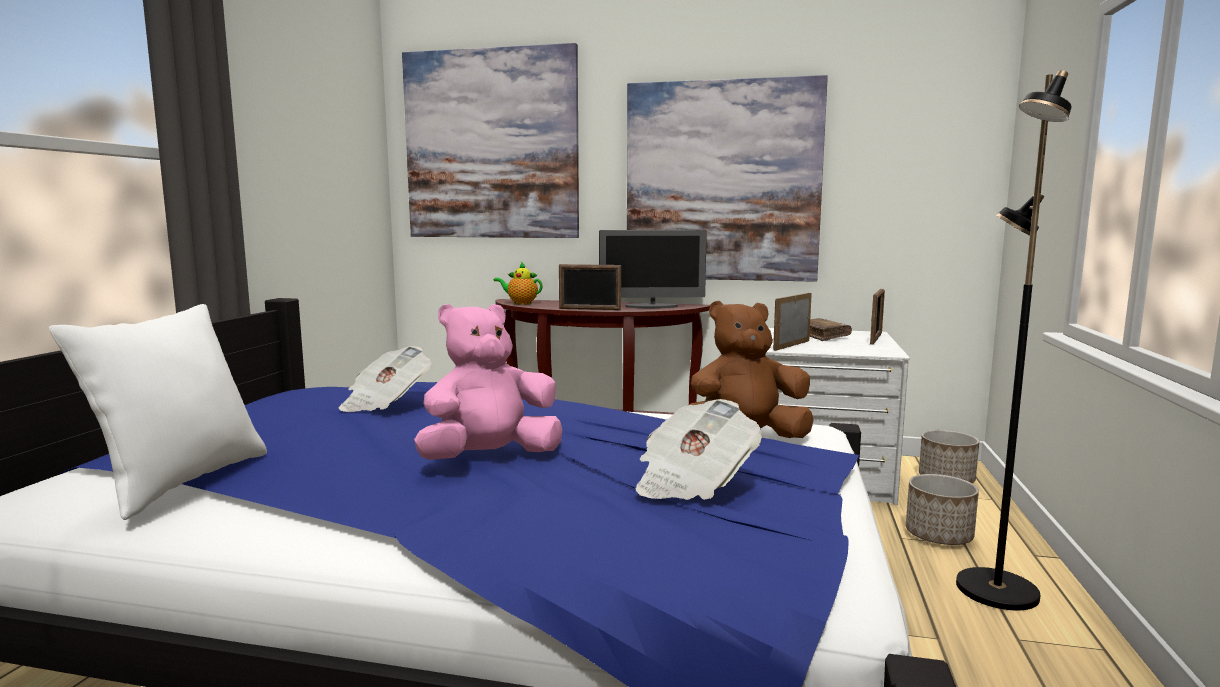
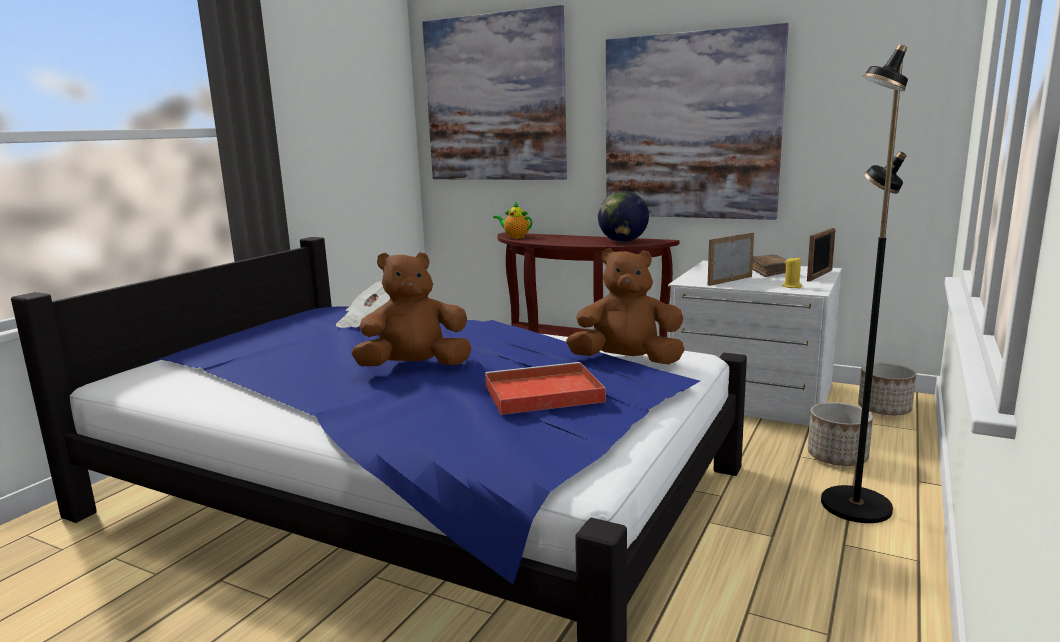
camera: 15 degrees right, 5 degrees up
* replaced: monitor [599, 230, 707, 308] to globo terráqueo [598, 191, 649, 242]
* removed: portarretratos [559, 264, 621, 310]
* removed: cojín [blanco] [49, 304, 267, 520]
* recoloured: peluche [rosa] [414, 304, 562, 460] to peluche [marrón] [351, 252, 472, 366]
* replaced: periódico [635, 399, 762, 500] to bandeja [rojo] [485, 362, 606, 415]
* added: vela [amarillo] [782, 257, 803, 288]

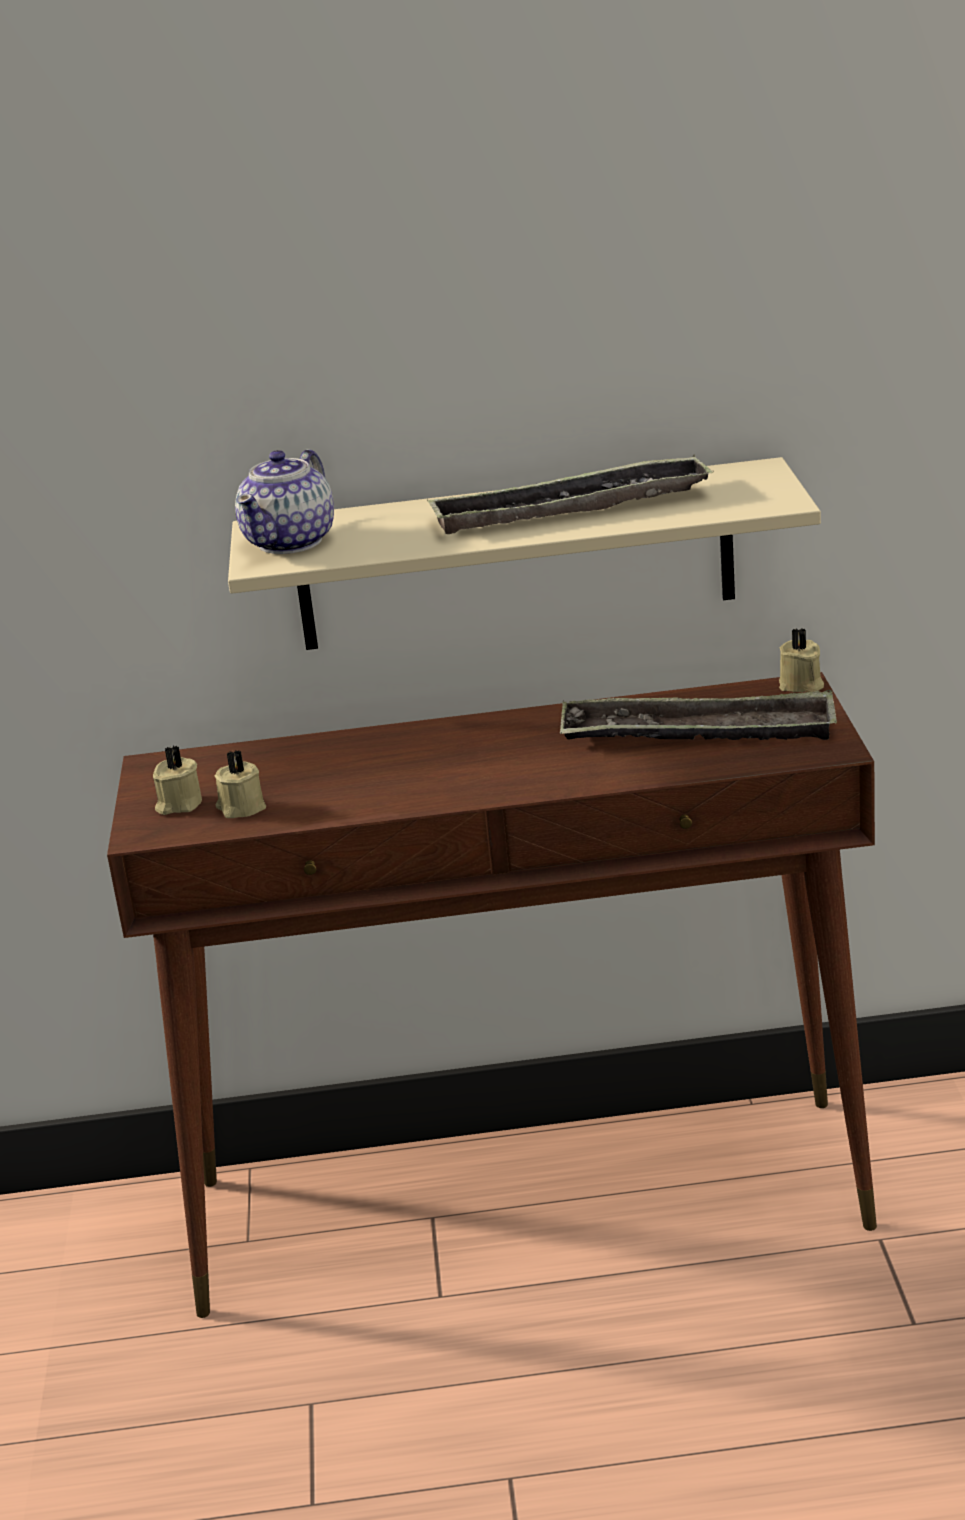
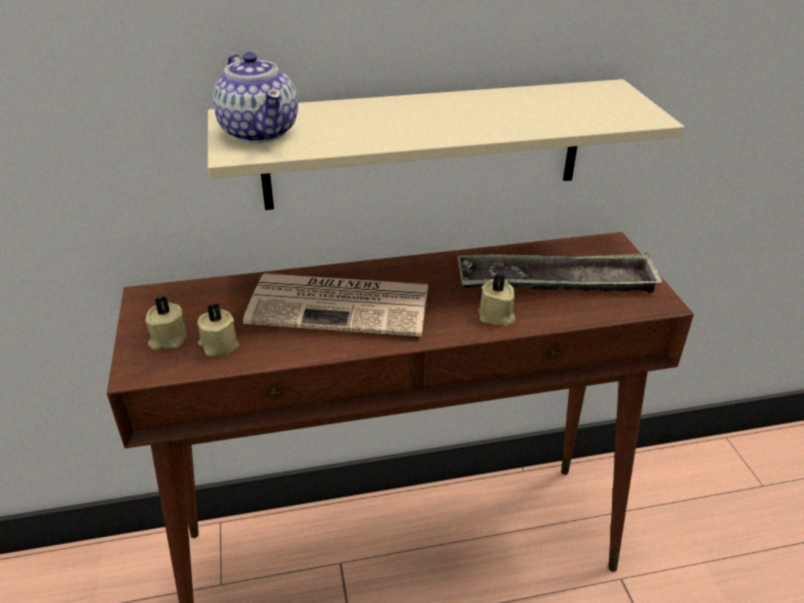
camera: 10 degrees left, 10 degrees up
* turned: tetera [235, 449, 334, 554] = [213, 52, 298, 143] 45 degrees counterclockwise
* removed: bandeja [427, 455, 714, 534]
* moved: vela [beis] [779, 628, 824, 692] to [478, 274, 515, 326]
* added: periódico [243, 274, 428, 337]

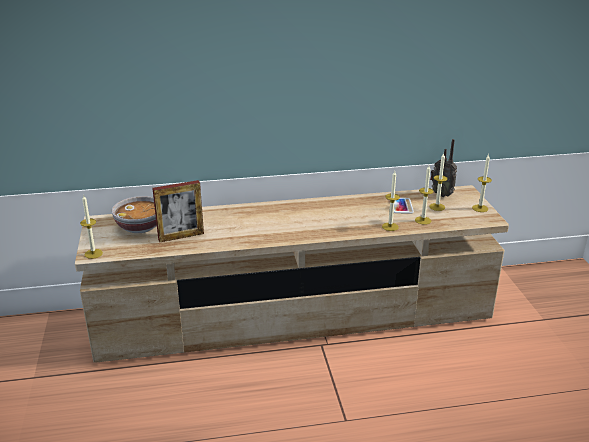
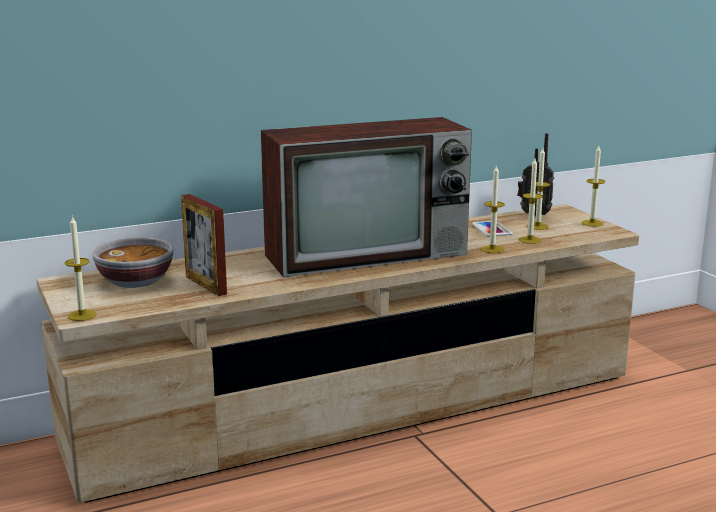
camera: 15 degrees left, 10 degrees down
* turned: portarretratos [152, 180, 204, 242] = [181, 194, 227, 296] 90 degrees clockwise
* added: televisor [261, 117, 472, 277]

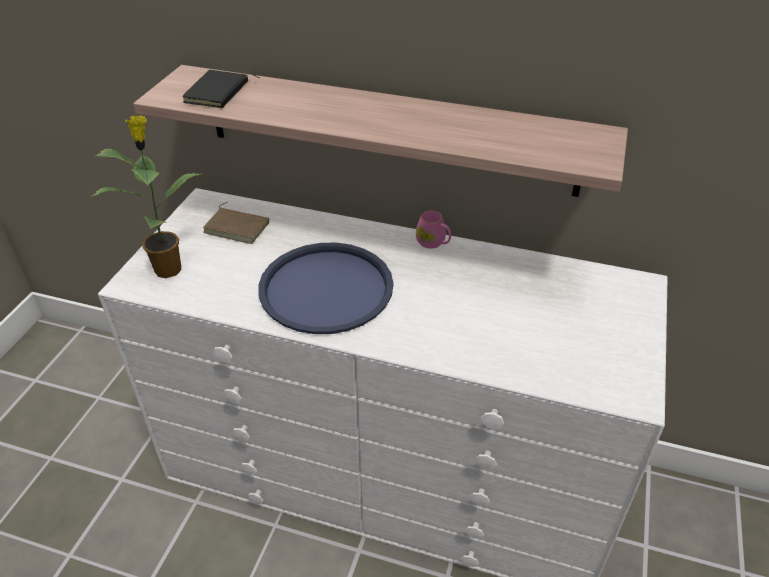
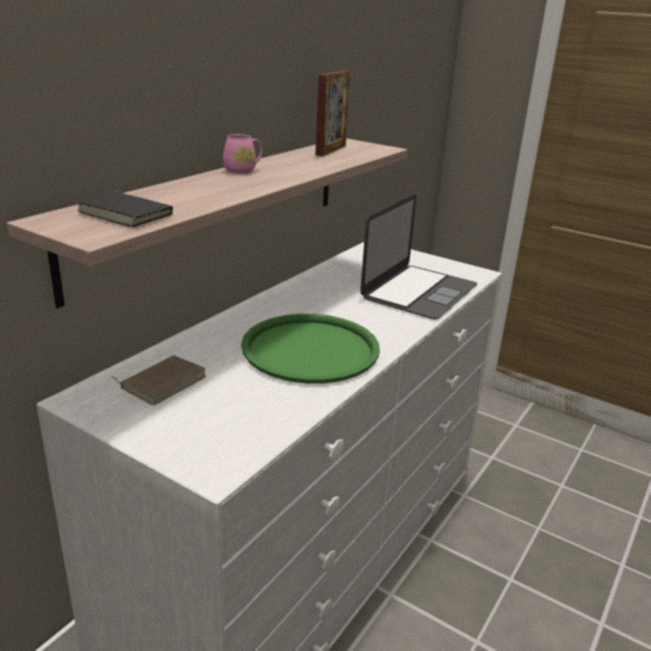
camera: 75 degrees left, 15 degrees down
* removed: planta en maceta [90, 115, 204, 278]
* moved: taza grande [rosa] [416, 210, 451, 249] to [223, 134, 262, 174]
* recoloured: bandeja [azul] [258, 243, 393, 334] to bandeja [verde] [241, 314, 380, 384]
* added: portarretratos [315, 70, 350, 156]
* added: portátil [360, 194, 477, 320]

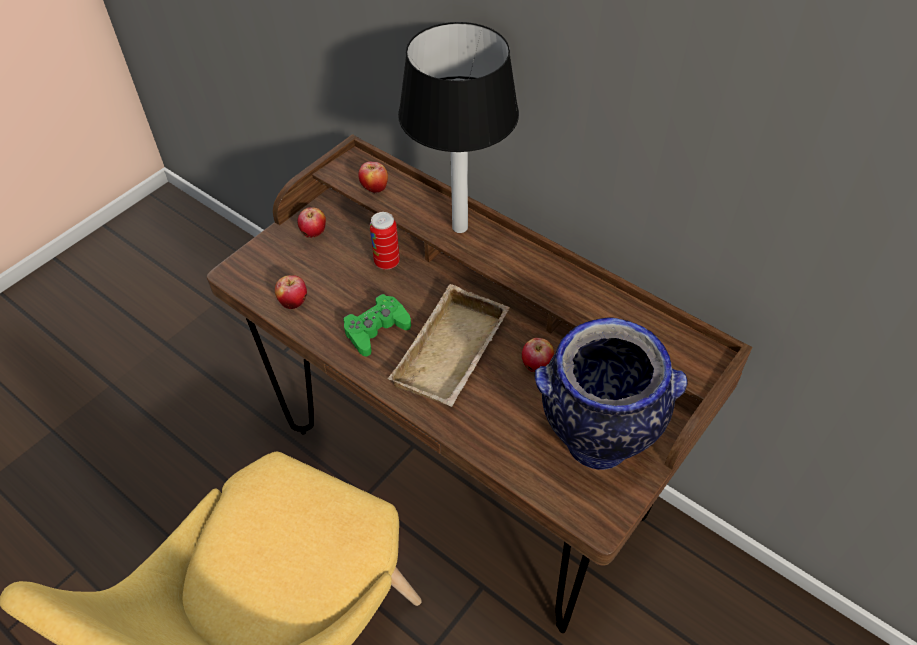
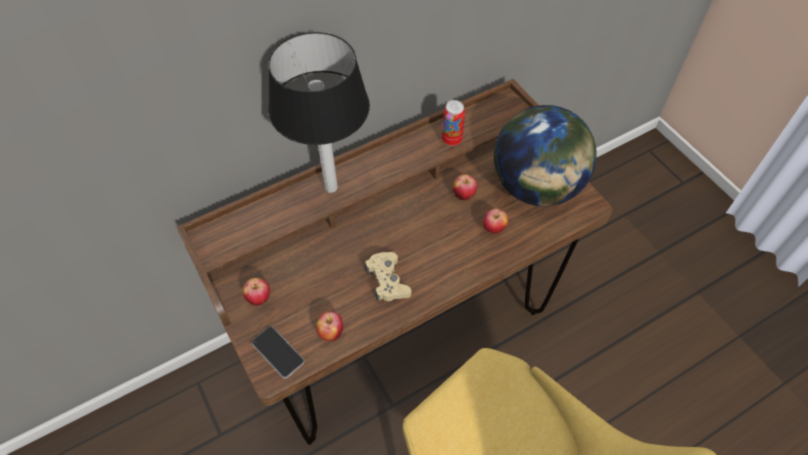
camera: 70 degrees left, 5 degrees up
* moved: manzana [358, 162, 388, 193] to [483, 208, 509, 234]
* moved: lata [369, 212, 400, 270] to [442, 100, 465, 146]
* removed: bandeja [beis] [388, 284, 510, 407]
* recoloured: mando de consola [verde] [343, 294, 411, 356] to mando de consola [beis] [365, 252, 412, 302]
* replaced: florero [534, 318, 688, 470] to globo terráqueo [494, 105, 597, 206]
* added: móvil [251, 326, 305, 379]

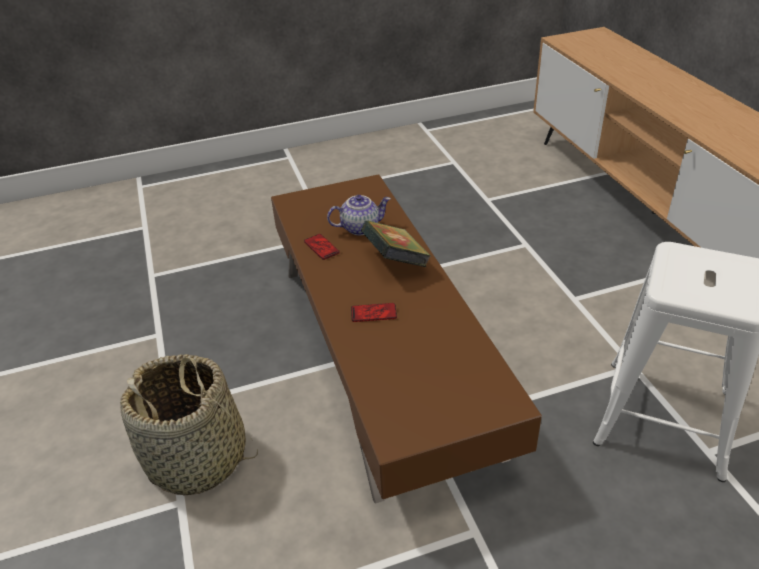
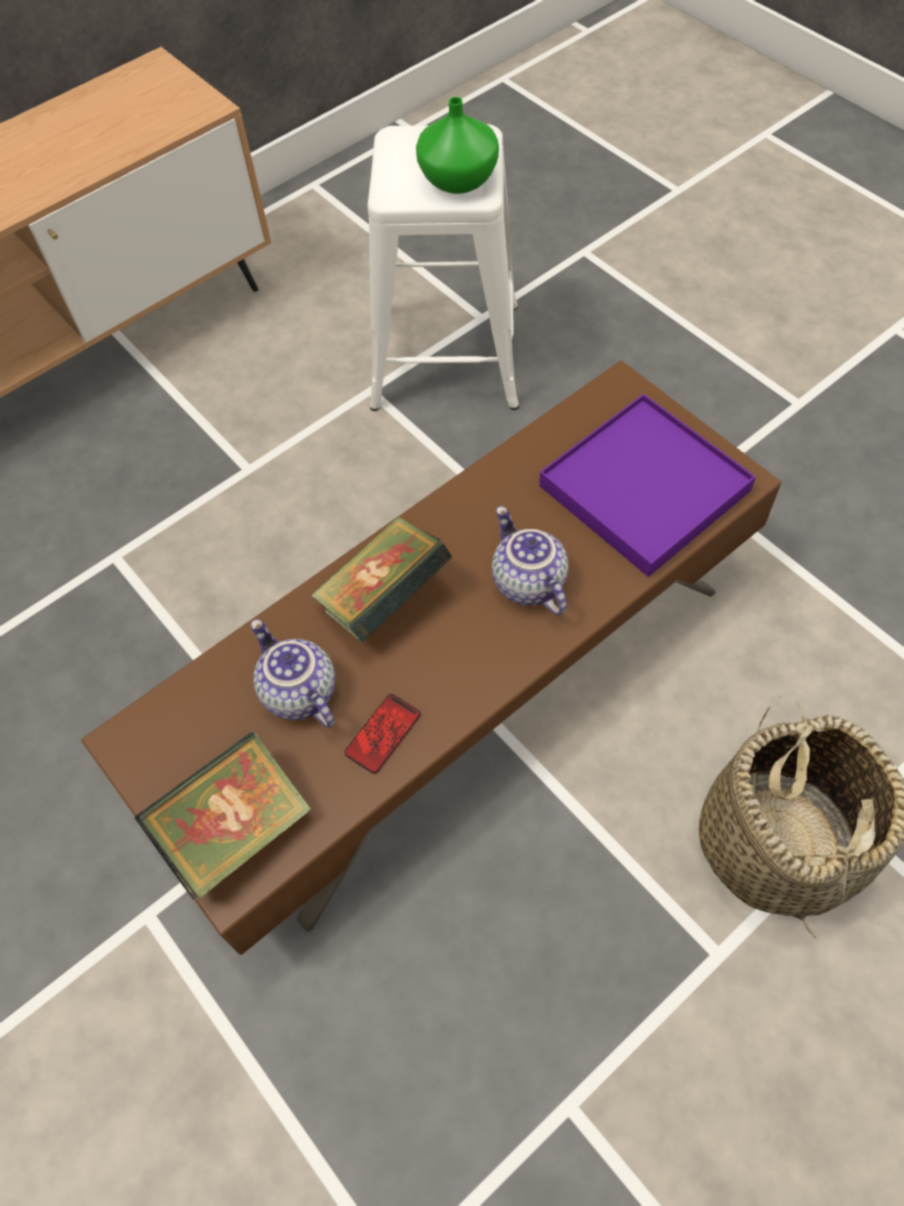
camera: 110 degrees left, 20 degrees up
* replaced: móvil [351, 303, 397, 322] to tetera [492, 506, 569, 615]
* added: florero [verde] [416, 97, 499, 194]
* added: bandeja [morado] [539, 394, 756, 577]
* added: libro [134, 732, 311, 900]

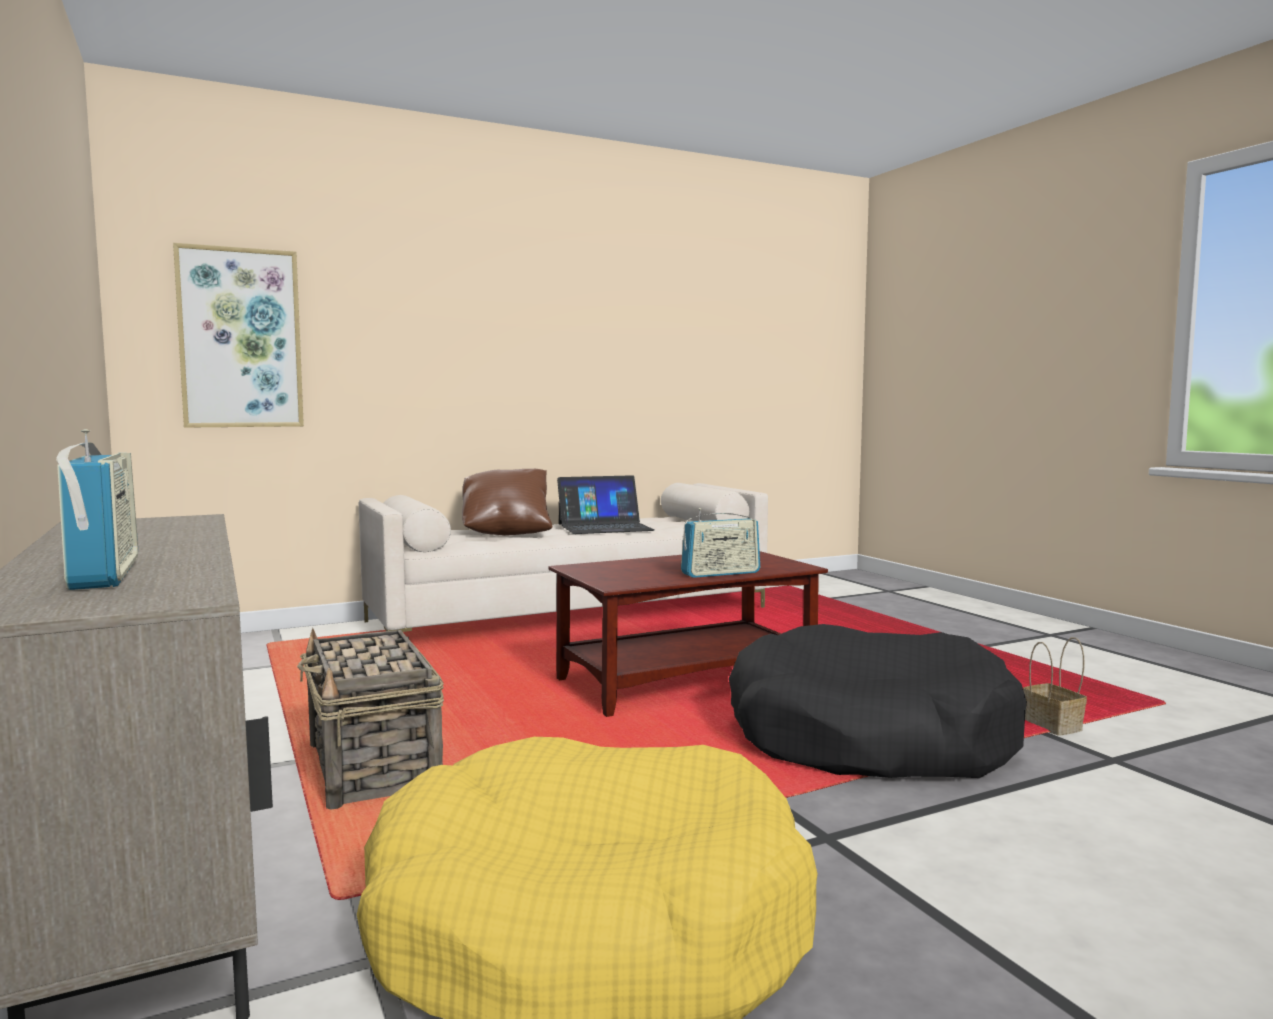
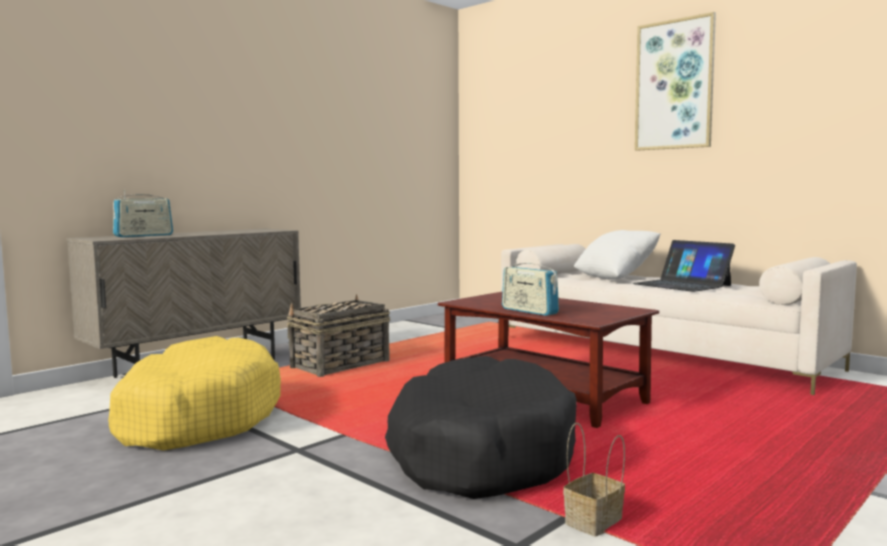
camera: 70 degrees right, 0 degrees up
* moved: cuadro [173, 243, 304, 428] to [635, 12, 716, 151]
* recoloured: cojín [marrón] [462, 469, 552, 536] to cojín [blanco] [574, 230, 661, 279]

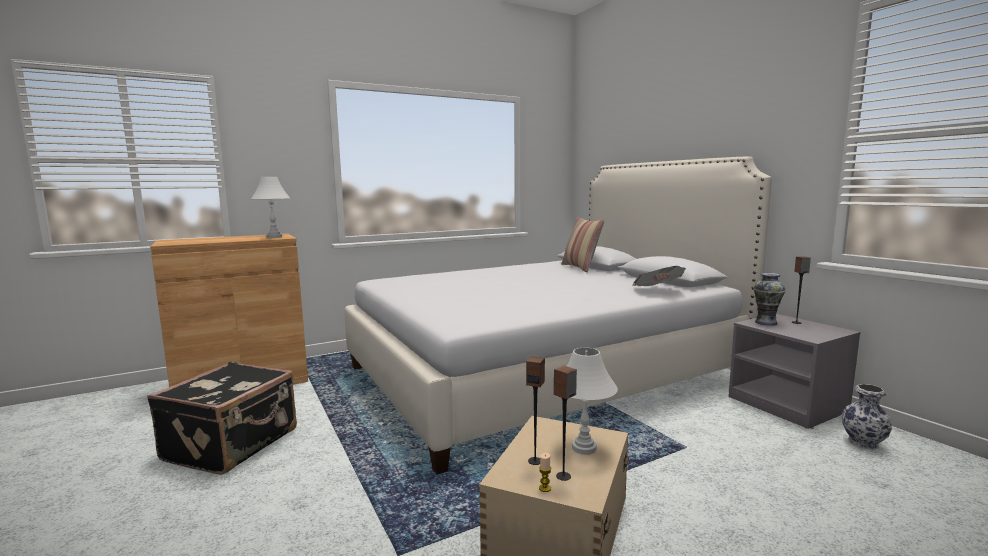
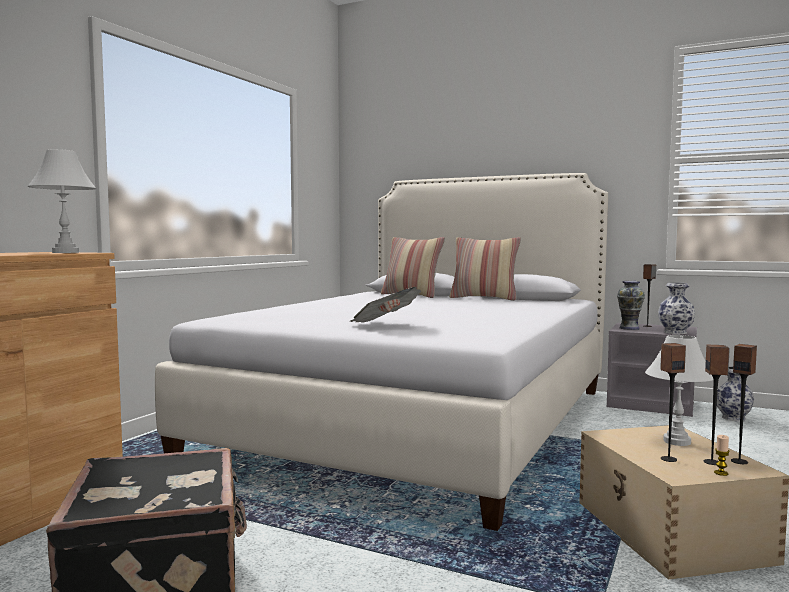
camera: 35 degrees left, 5 degrees down
* moved: periódico [633, 266, 686, 286] to [350, 287, 421, 322]
* added: cojín [449, 237, 521, 301]
* added: florero [658, 282, 695, 334]
* added: altavoz [731, 344, 757, 464]

